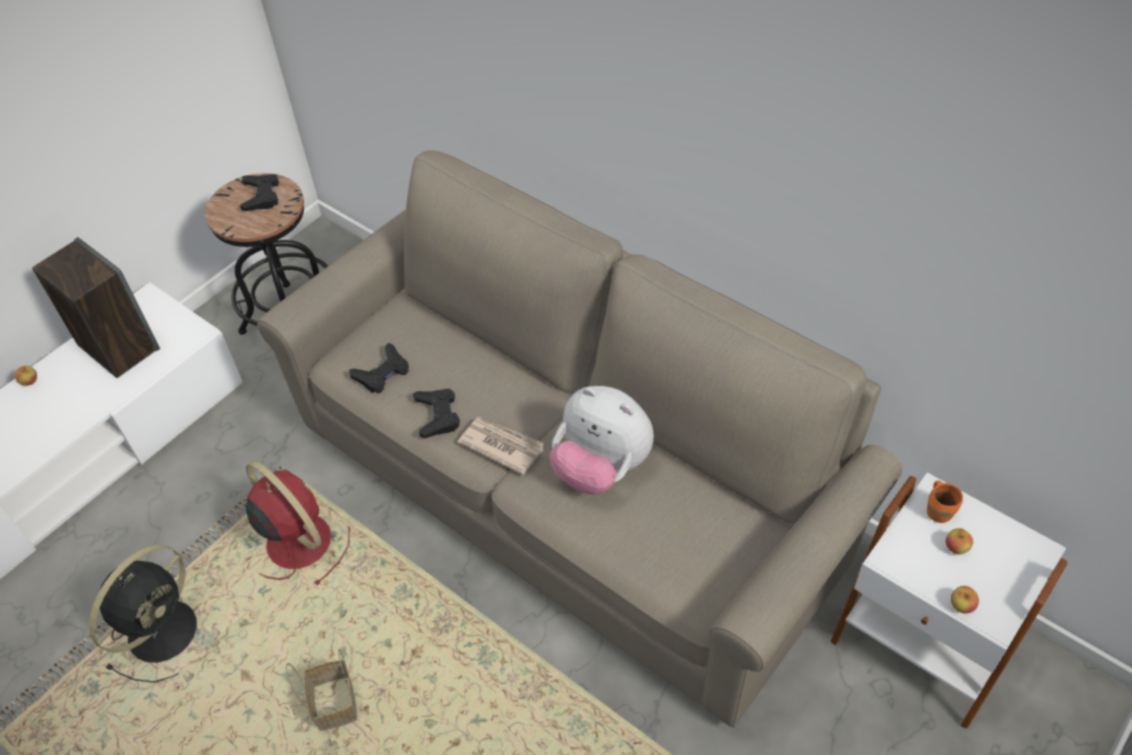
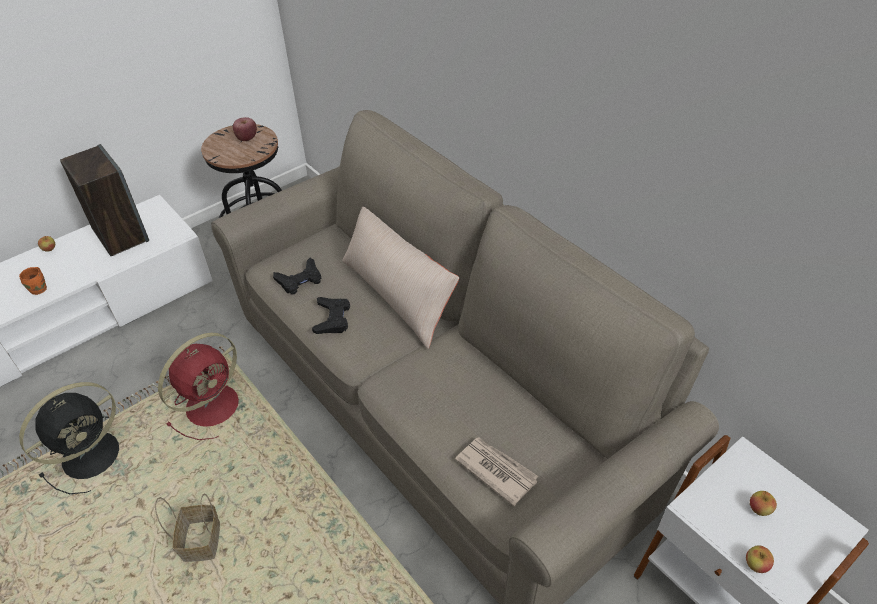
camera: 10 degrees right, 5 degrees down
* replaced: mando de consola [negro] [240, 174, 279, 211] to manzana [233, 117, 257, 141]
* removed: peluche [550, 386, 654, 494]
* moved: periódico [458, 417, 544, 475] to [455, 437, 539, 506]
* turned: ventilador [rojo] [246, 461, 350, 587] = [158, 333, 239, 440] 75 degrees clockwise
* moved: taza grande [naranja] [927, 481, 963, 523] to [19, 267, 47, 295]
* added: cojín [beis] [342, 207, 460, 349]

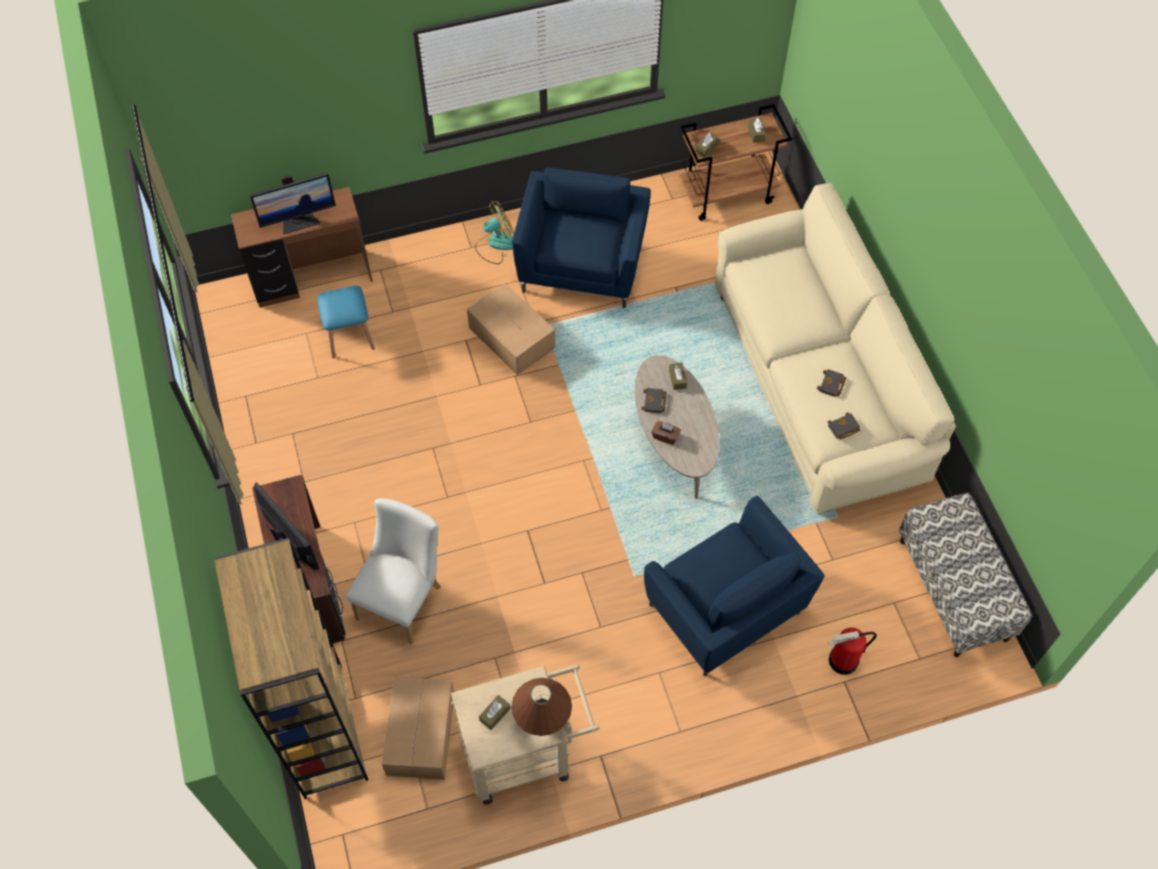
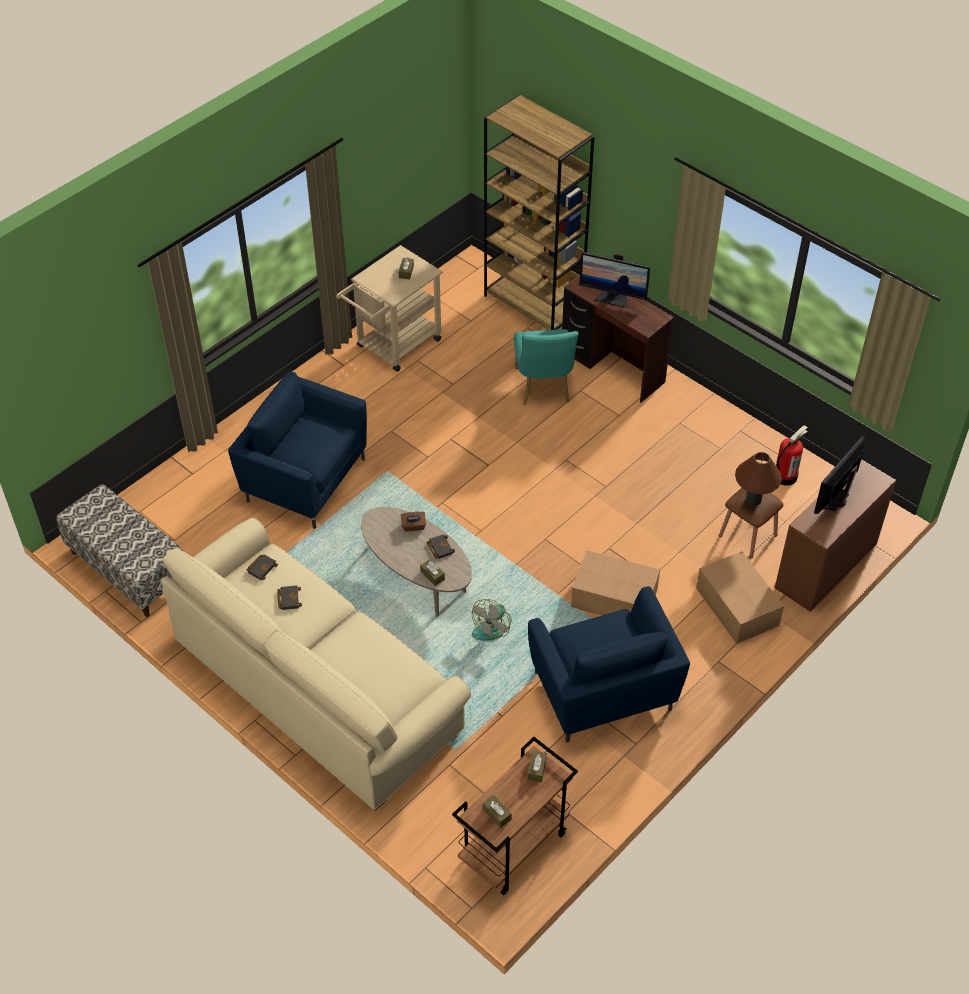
camera: 150 degrees right, 10 degrees down
* moved: ventilador [475, 201, 514, 264] to [472, 599, 511, 640]
* recoloured: taburete [azul] [317, 286, 375, 358] to taburete [marrón] [719, 488, 784, 558]
* recoloured: silla [blanco] [346, 498, 441, 645] to silla [turquesa] [514, 329, 579, 405]
* moved: extintor [828, 628, 877, 675] to [776, 425, 808, 486]
* moved: caja de cartón [382, 677, 454, 779] to [696, 551, 784, 644]
* moved: lámpara de mesa [marrón] [511, 678, 572, 736] to [735, 452, 782, 506]

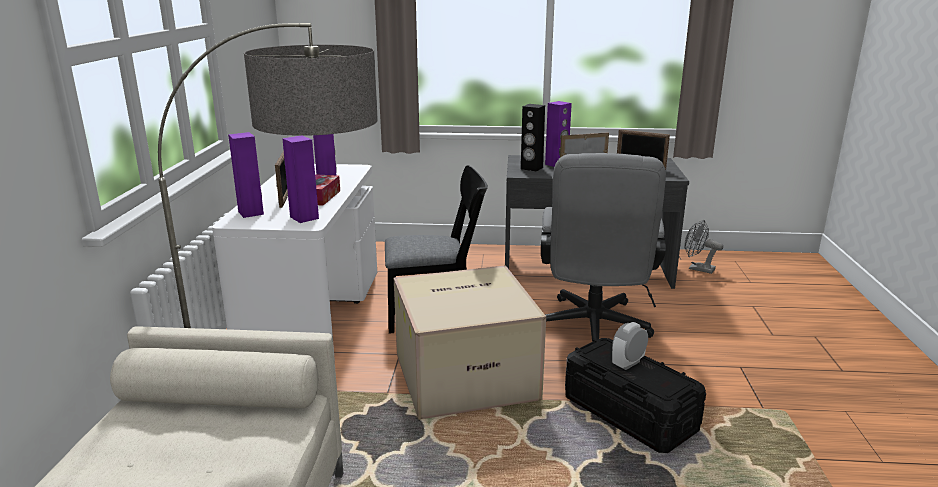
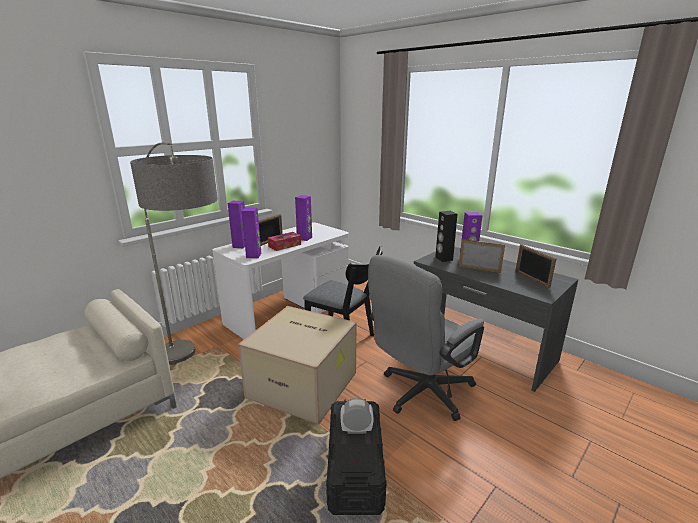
camera: 40 degrees right, 0 degrees up
* removed: ventilador [gris] [685, 220, 723, 274]

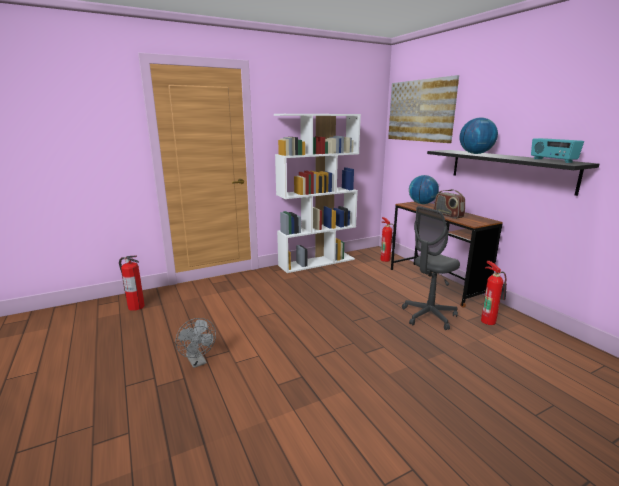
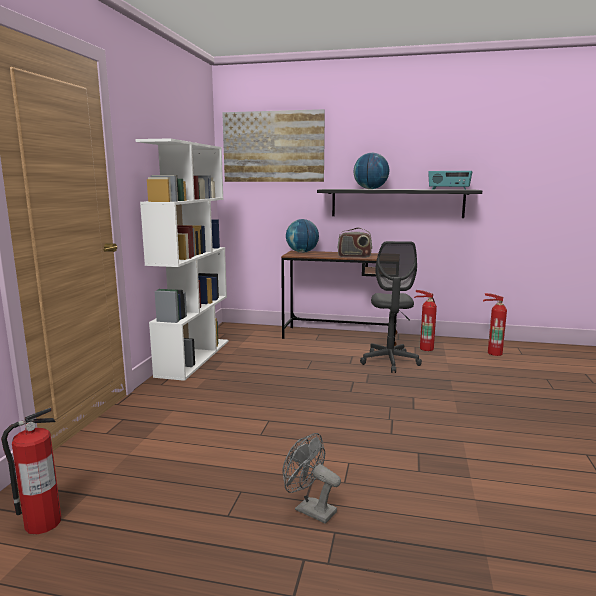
camera: 50 degrees left, 5 degrees down
* moved: extintor [380, 217, 394, 262] to [483, 293, 507, 356]
* turned: ventilador [gris] [175, 318, 216, 368] = [282, 433, 341, 524] 150 degrees counterclockwise

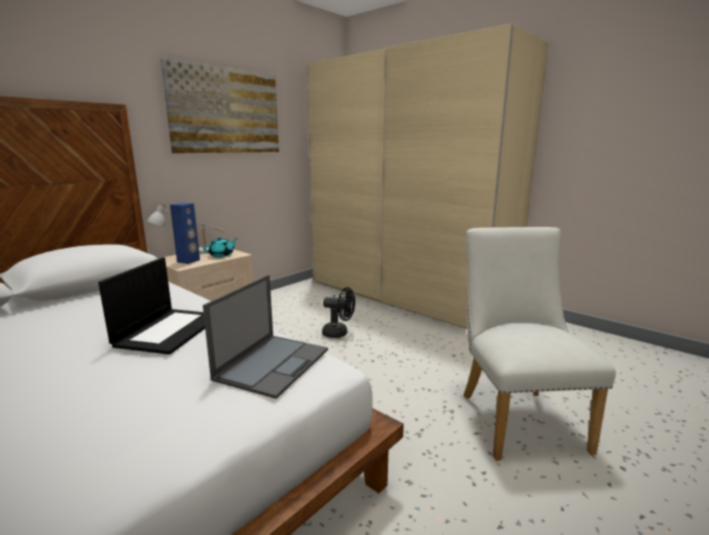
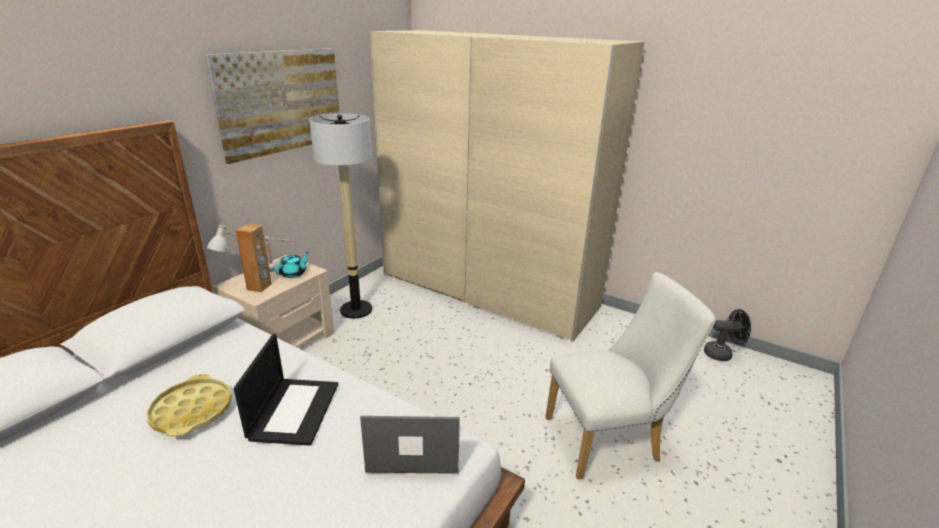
camera: 10 degrees left, 10 degrees up
* recoloured: altavoz [azul] [170, 203, 200, 264] to altavoz [marrón] [235, 224, 272, 292]
* turned: silla [blanco] [463, 227, 616, 461] = [545, 272, 716, 480] 90 degrees clockwise
* turned: portátil [203, 275, 328, 399] = [360, 416, 460, 474] 105 degrees counterclockwise
* moved: ventilador [negro] [322, 287, 355, 338] to [704, 309, 751, 361]
* added: lámpara de pie [309, 113, 372, 319]
* added: bandeja [amarillo] [146, 374, 232, 437]

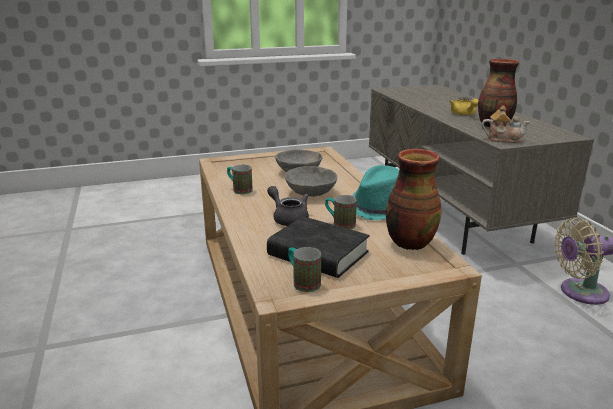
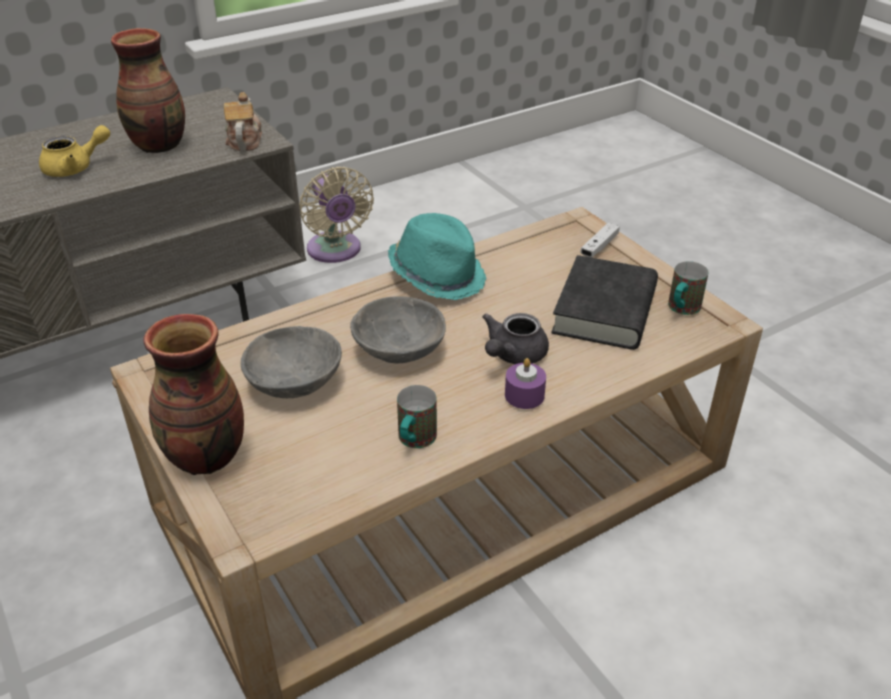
camera: 105 degrees left, 15 degrees up
* moved: florero [386, 149, 441, 250] to [143, 314, 244, 475]
* removed: taza grande [325, 195, 357, 230]
* added: mando de consola [blanco] [580, 223, 620, 257]
* added: vela [morado] [505, 358, 546, 409]

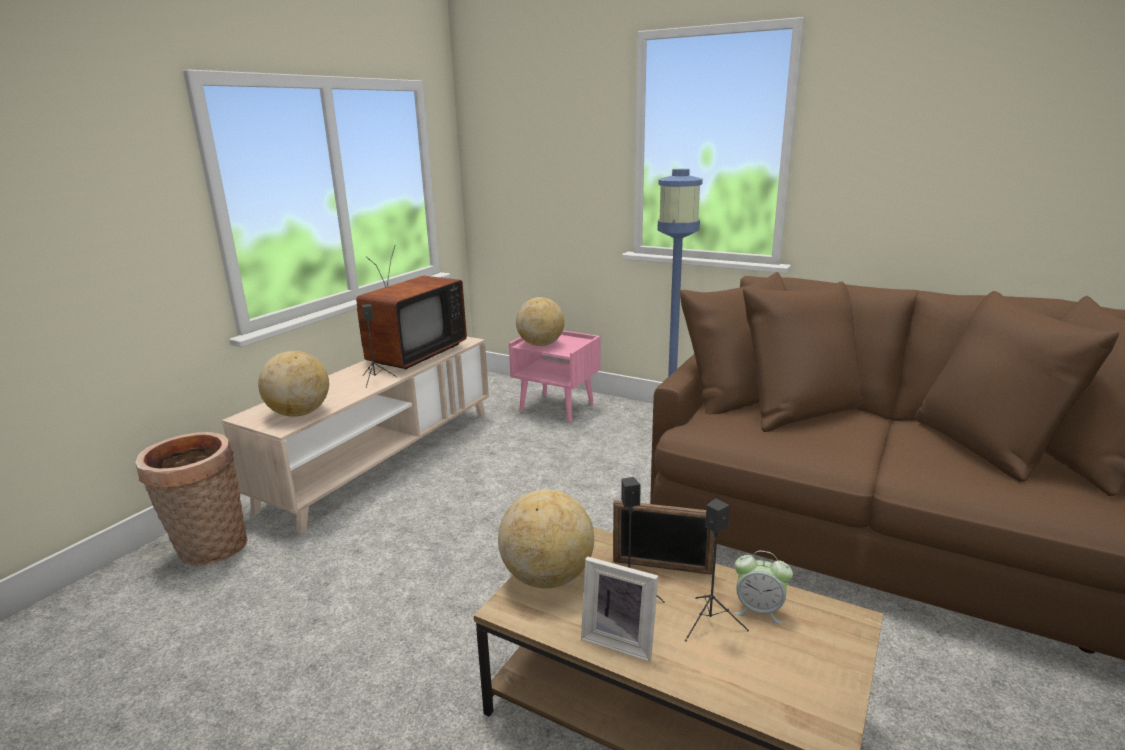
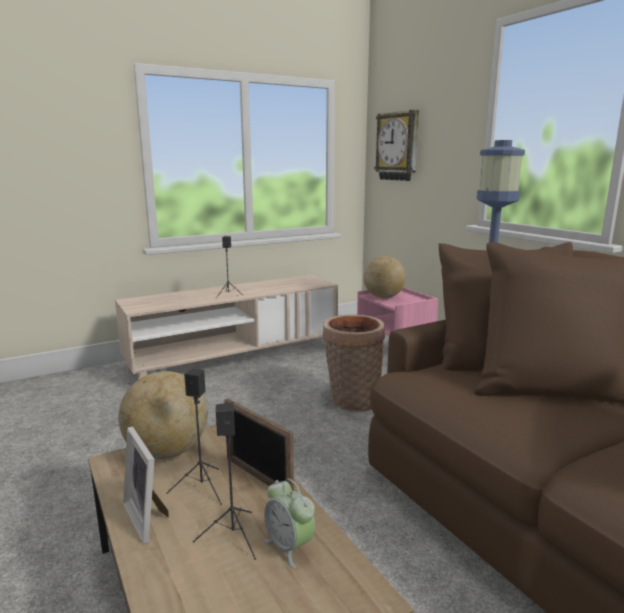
camera: 30 degrees right, 5 degrees down
* removed: televisor [356, 245, 467, 369]
* removed: globo terráqueo [258, 351, 329, 417]
* moved: cesta [135, 432, 248, 566] to [323, 314, 385, 412]
* added: reloj de pared [374, 110, 419, 181]

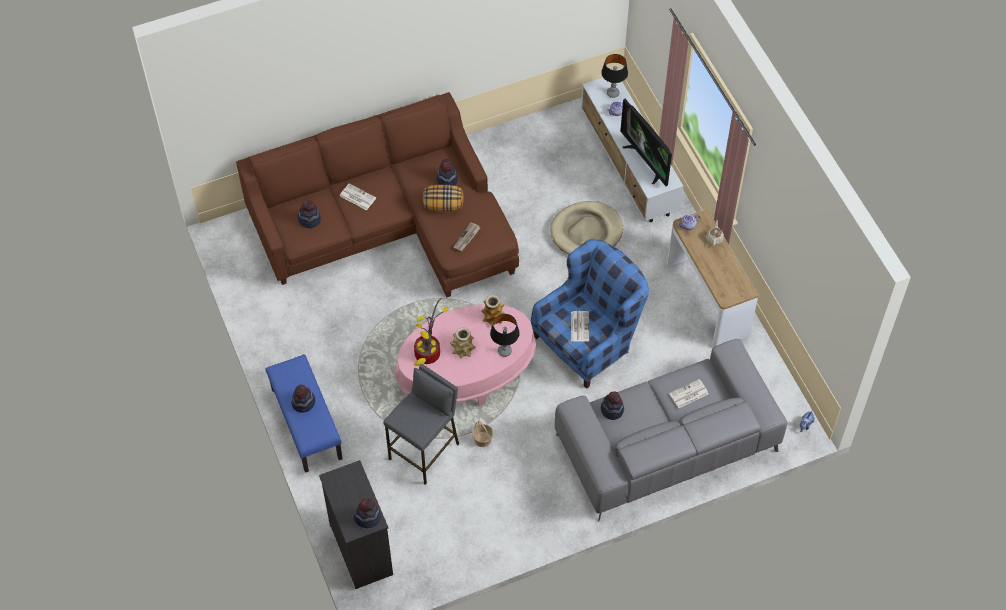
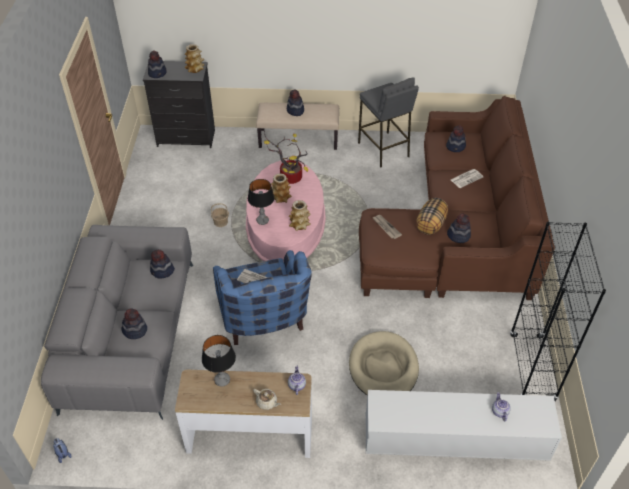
camera: 115 degrees right, 10 degrees down
* moved: lámpara de mesa [601, 54, 628, 98] to [202, 335, 236, 387]
* removed: televisor [620, 99, 672, 186]
* recoloured: banco [azul] [266, 354, 342, 473] to banco [beis] [256, 103, 339, 150]
* moved: taburete [gris] [383, 364, 459, 485] to [358, 77, 419, 167]
* replaced: periódico [669, 379, 708, 408] to sombrero [121, 309, 147, 339]
* added: florero [185, 44, 204, 73]
* added: estantería [negro] [510, 222, 606, 401]

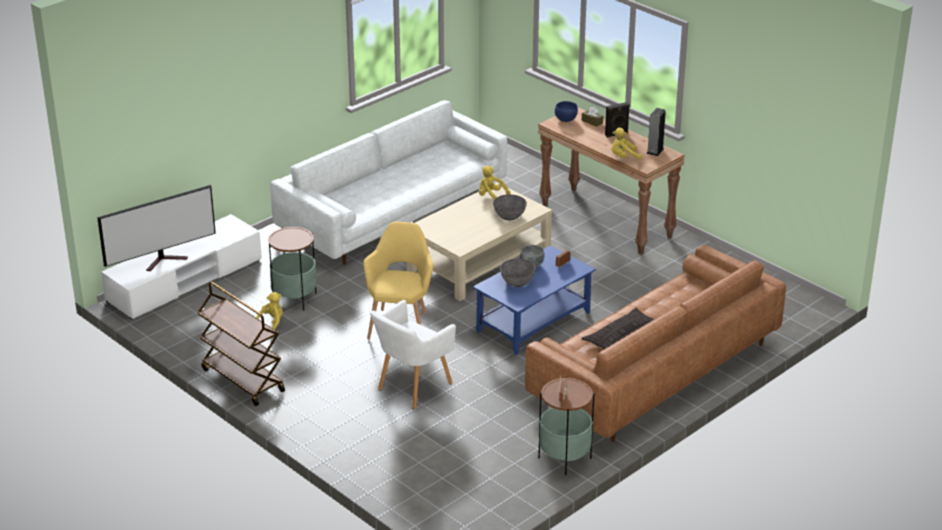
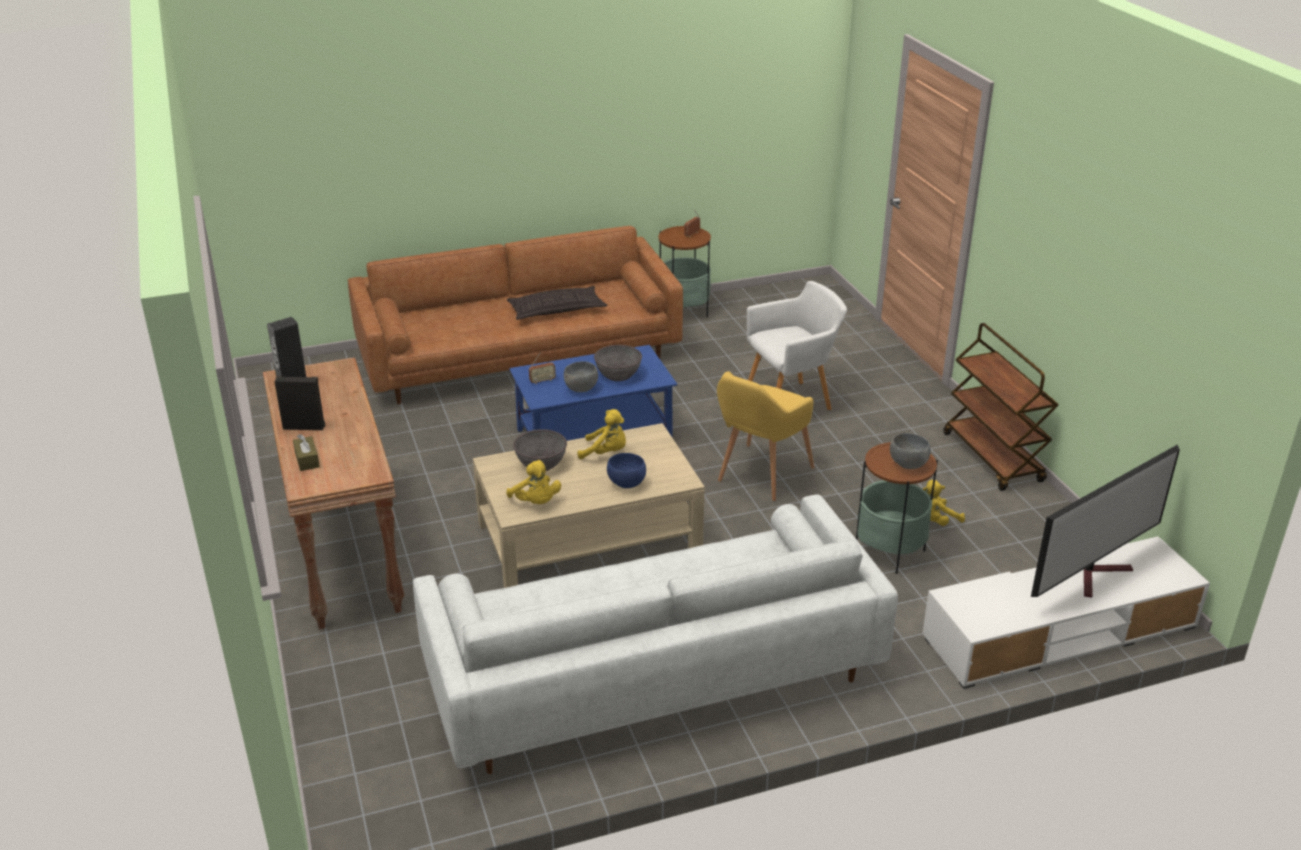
camera: 155 degrees left, 0 degrees up
* moved: cuenco [azul] [555, 101, 578, 122] to [607, 453, 646, 488]
* moved: peluche [amarillo] [612, 128, 642, 160] to [577, 409, 626, 459]
* turned: televisor [97, 185, 216, 271] = [1031, 445, 1180, 597] 150 degrees clockwise
* added: cuenco [gris] [890, 433, 931, 469]

